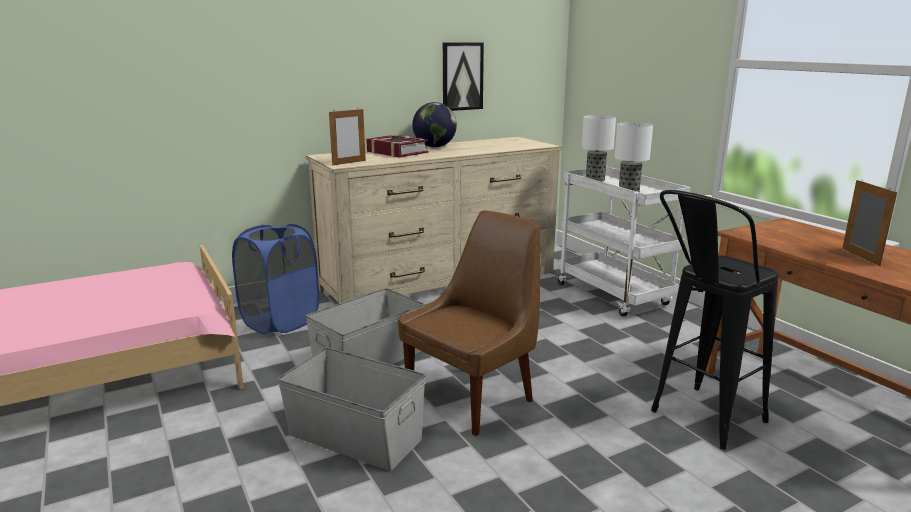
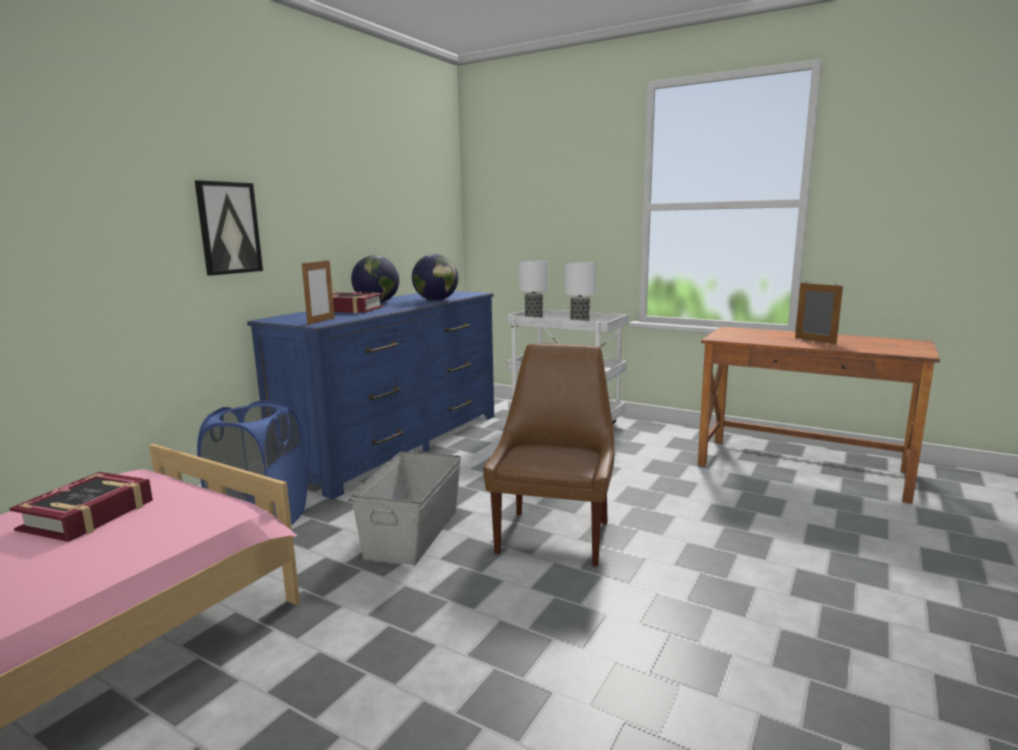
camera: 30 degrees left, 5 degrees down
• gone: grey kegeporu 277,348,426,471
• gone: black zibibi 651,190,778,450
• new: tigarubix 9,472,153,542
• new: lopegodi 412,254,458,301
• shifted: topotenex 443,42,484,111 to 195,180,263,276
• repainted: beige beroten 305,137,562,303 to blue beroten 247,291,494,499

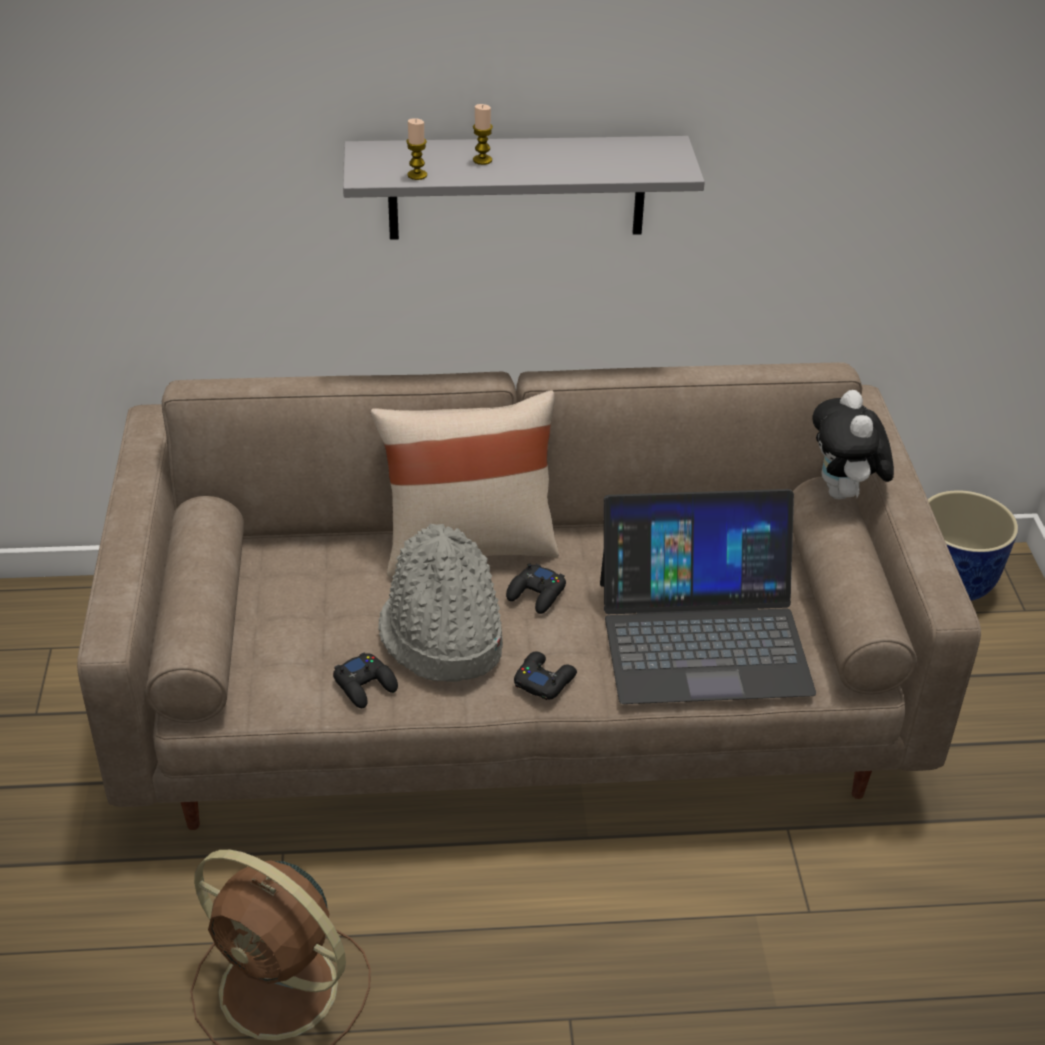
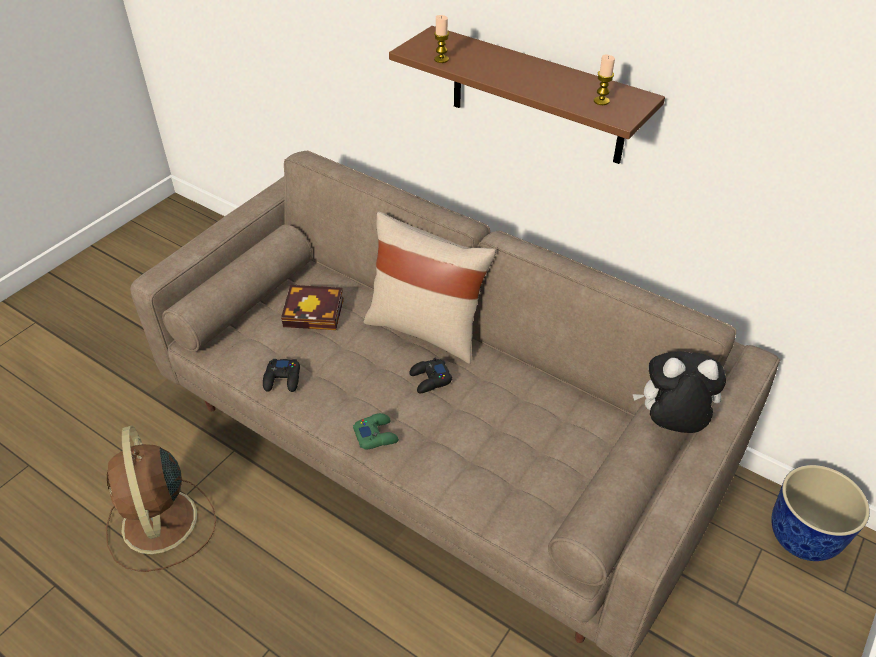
camera: 40 degrees right, 5 degrees up
• gone: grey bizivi 378,524,503,682
• gone: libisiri 600,489,816,704
• new: tigarubix 281,285,344,330
• shifted: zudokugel 473,104,493,165 to 594,54,615,105
• repainted: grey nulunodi 343,136,705,240 to brown nulunodi 389,26,665,164
• repainted: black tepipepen 514,652,577,700 to green tepipepen 353,413,399,450
• rotated: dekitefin 812,390,894,499 = 633,351,726,433 60 degrees clockwise

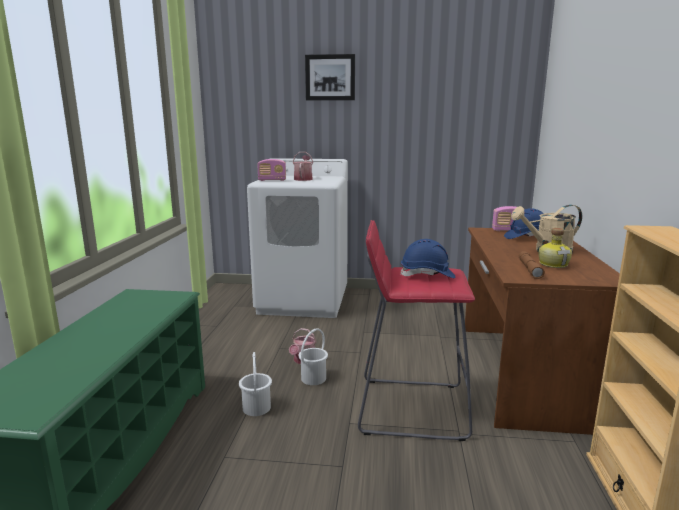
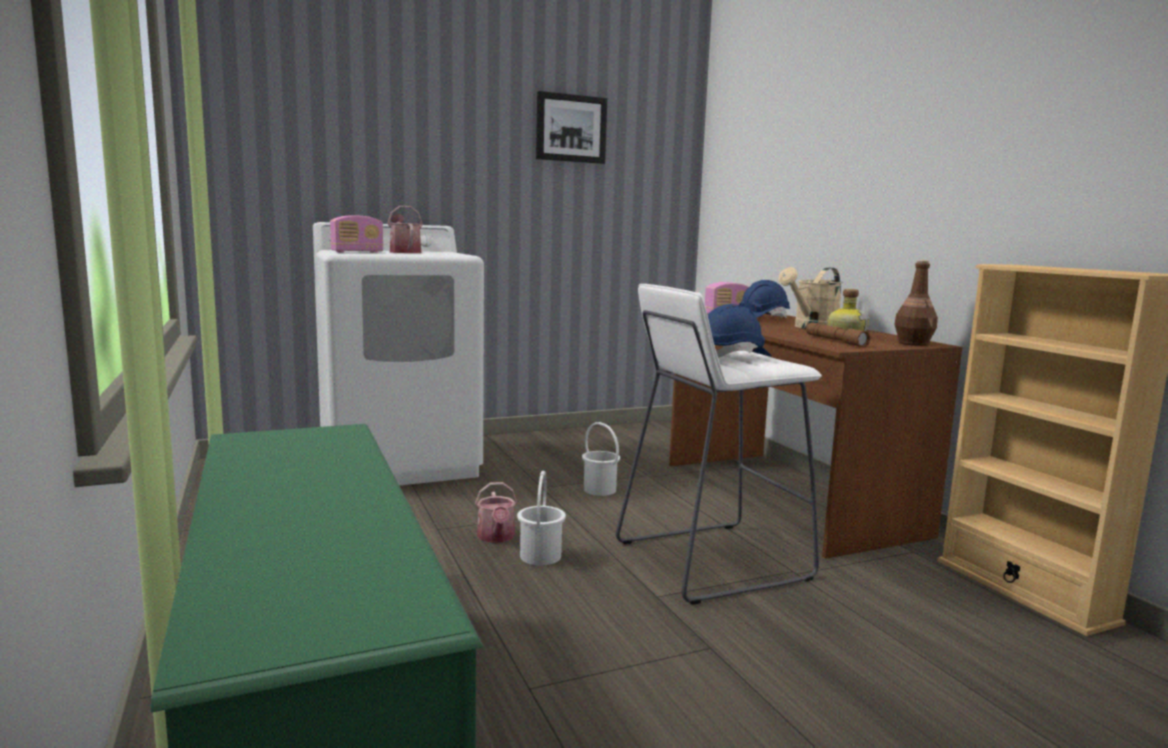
camera: 30 degrees left, 5 degrees down
• new: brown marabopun 894,260,938,346
• shifted: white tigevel 239,352,272,416 to 582,422,620,496
• shifted: topotenex 305,54,355,100 to 536,91,607,164
• repainted: red zibibi 358,220,475,441 to white zibibi 616,284,822,605

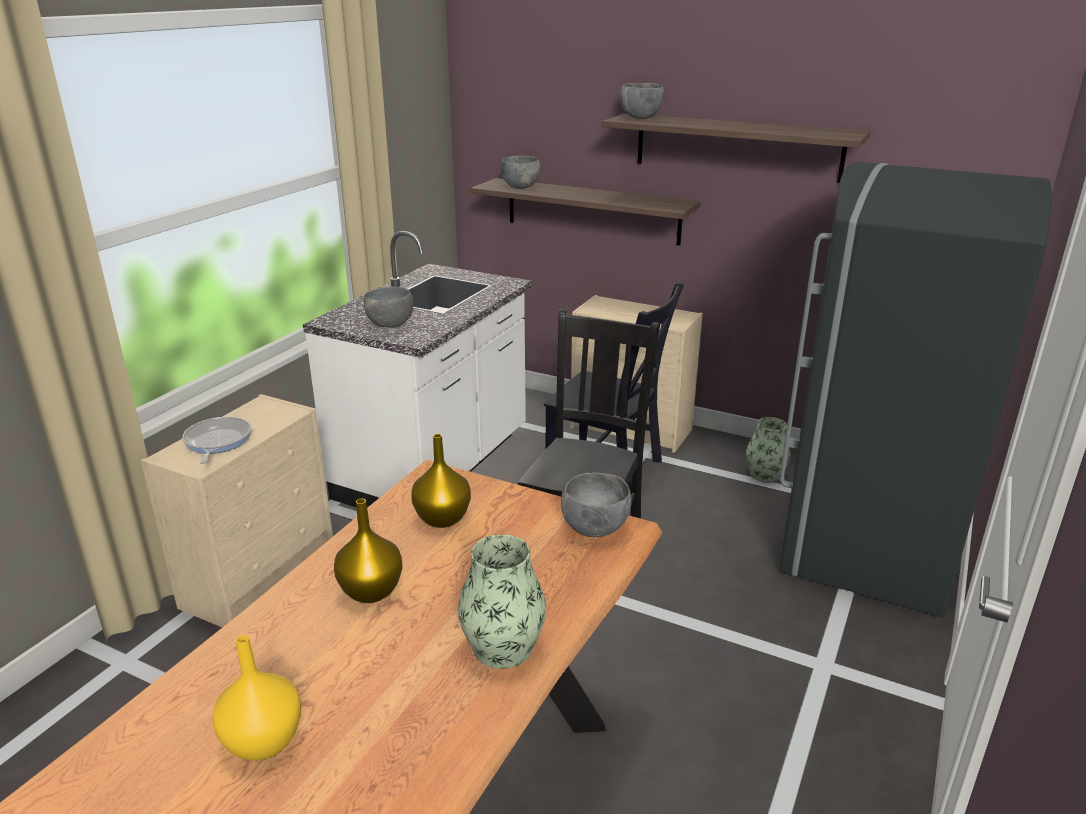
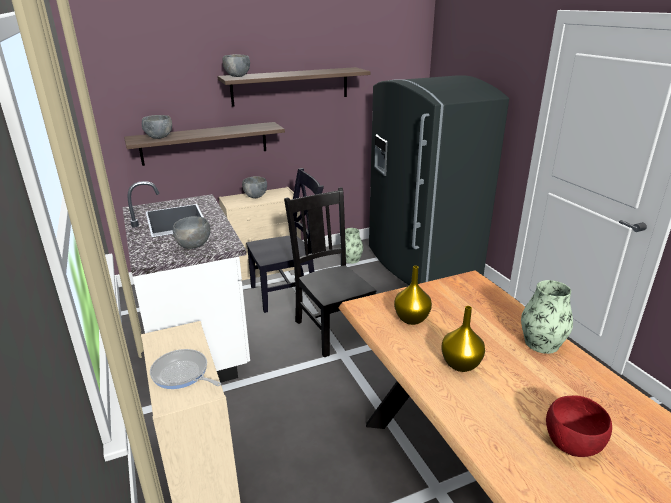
camera: 50 degrees left, 0 degrees up
• shifted: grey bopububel 561,473,632,537 to 242,176,267,198
• swapped: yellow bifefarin 213,635,301,761 to red bopububel 546,395,612,457

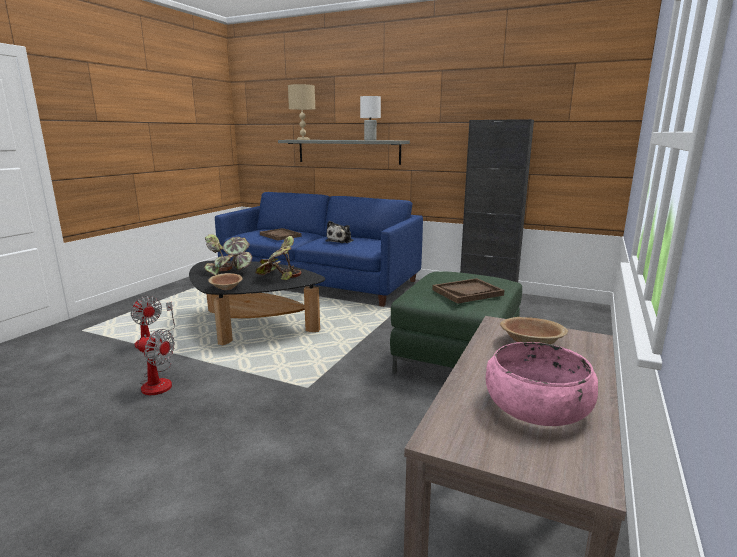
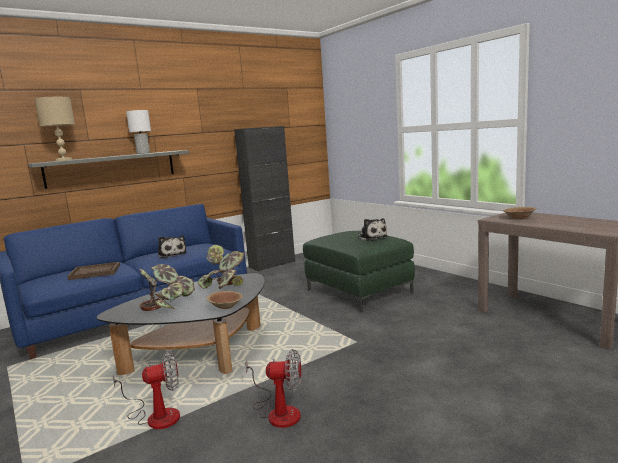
camera: 60 degrees left, 5 degrees down
• gone: pink bopububel 486,342,598,426
• swapped: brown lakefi 432,278,505,304 to dekitefin 358,218,388,241
• rotated: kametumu 137,329,175,395 = 245,349,301,428 45 degrees clockwise

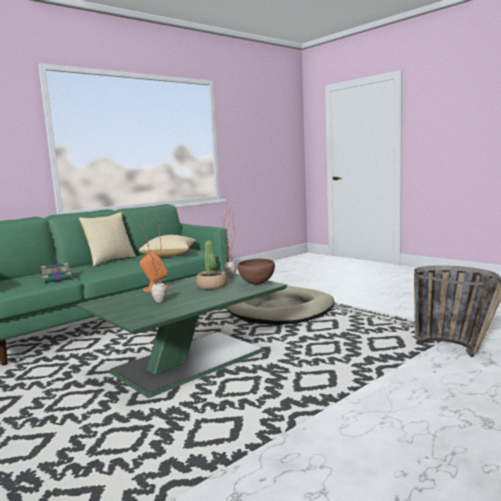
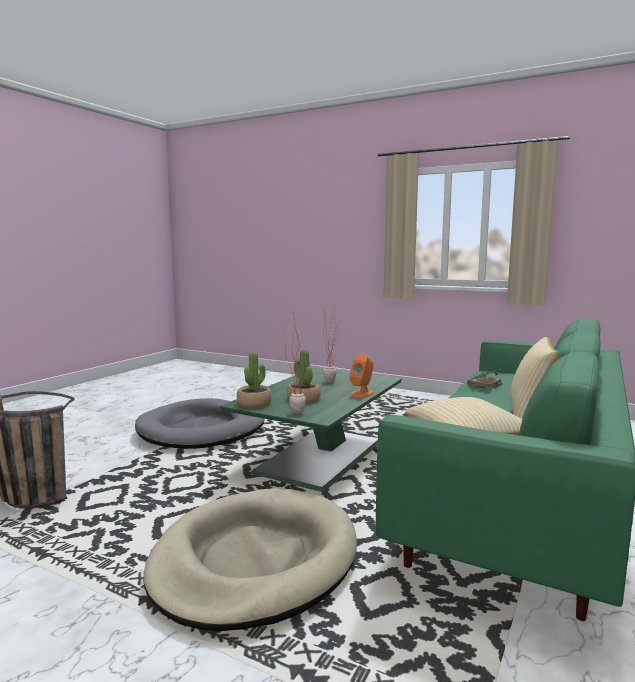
camera: 160 degrees right, 0 degrees up
• new: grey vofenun 135,398,265,449
• swapped: brown bopububel 238,259,275,285 to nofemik 237,352,272,408

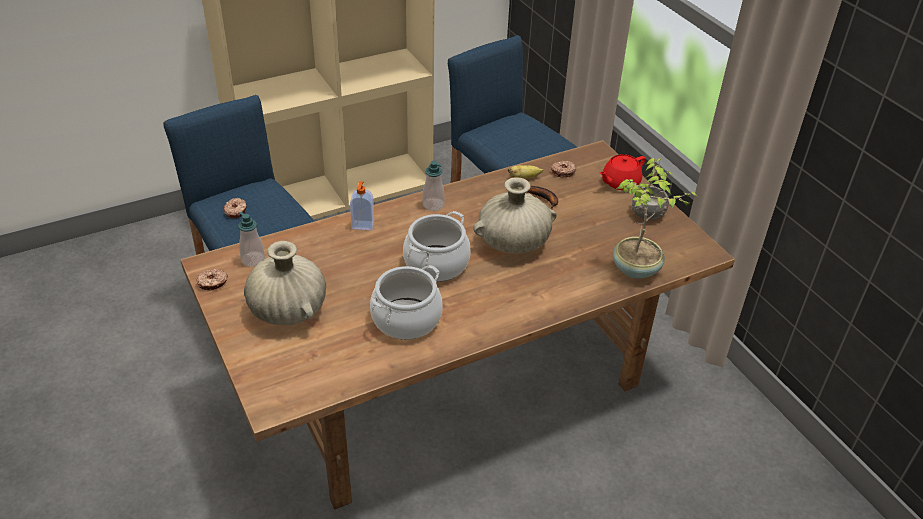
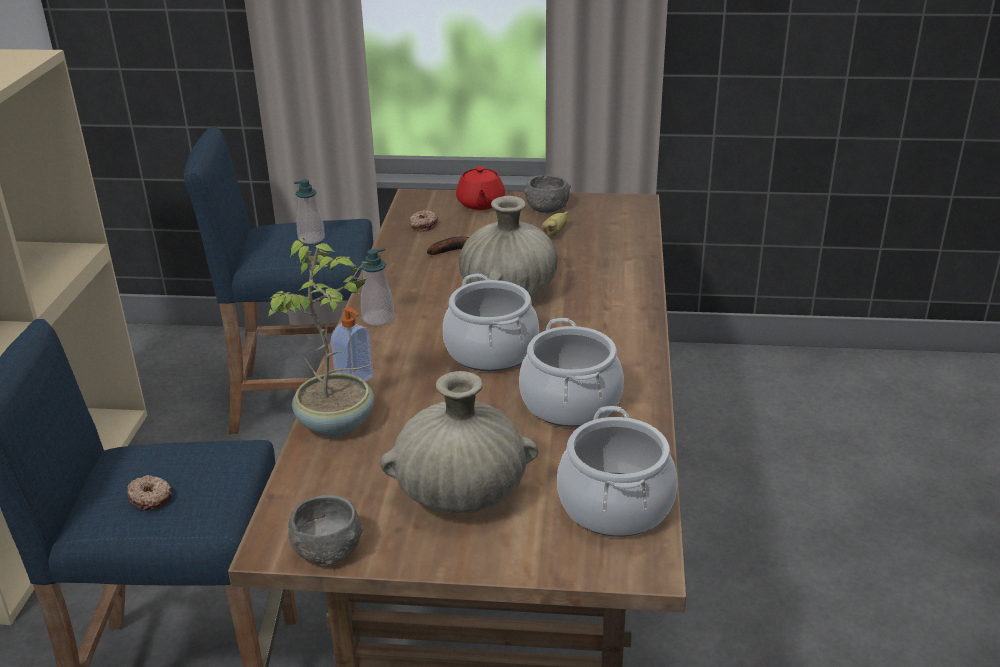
camera: 55 degrees left, 10 degrees down
• new: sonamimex 557,406,678,537
• shifted: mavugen 238,212,265,267 to 293,179,325,244
• shifted: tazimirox 508,165,543,178 to 542,211,568,237
• shifted: nofemik 613,158,698,279 to 265,238,375,437
• swapped: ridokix 197,269,228,291 to grey bopububel 288,495,363,565

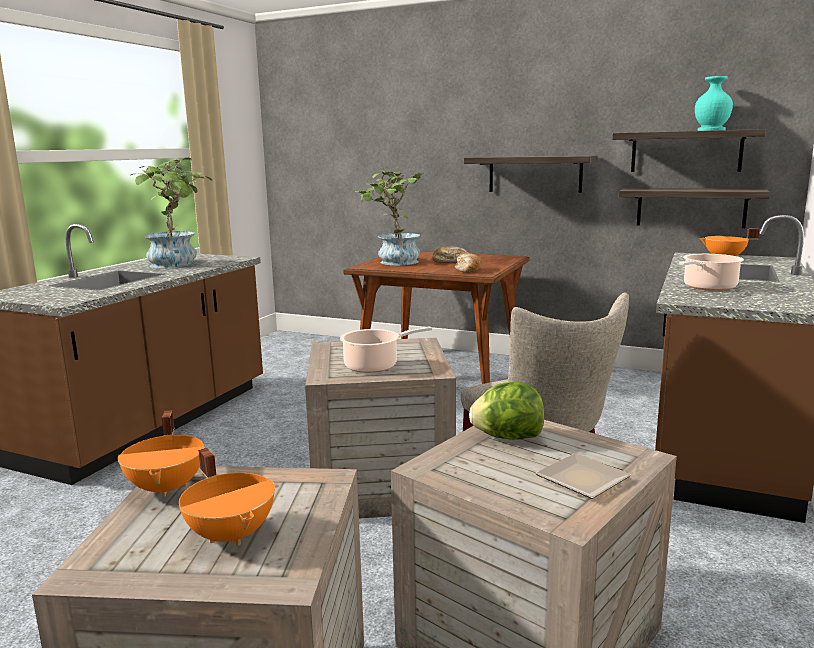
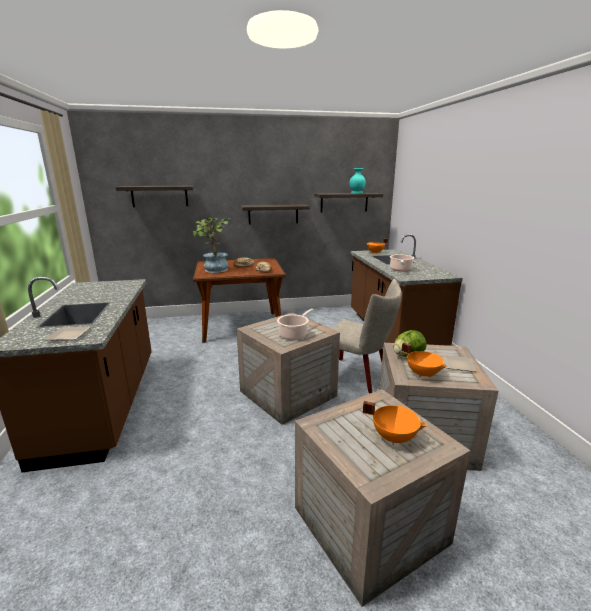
camera: 35 degrees left, 5 degrees up
• gone: nofemik 131,158,212,268
• new: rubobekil 45,327,91,340
• shifted: orange sonamimex 118,410,205,498 to 401,343,447,378
• shifted: nulunodi 619,188,770,228 to 116,186,194,207

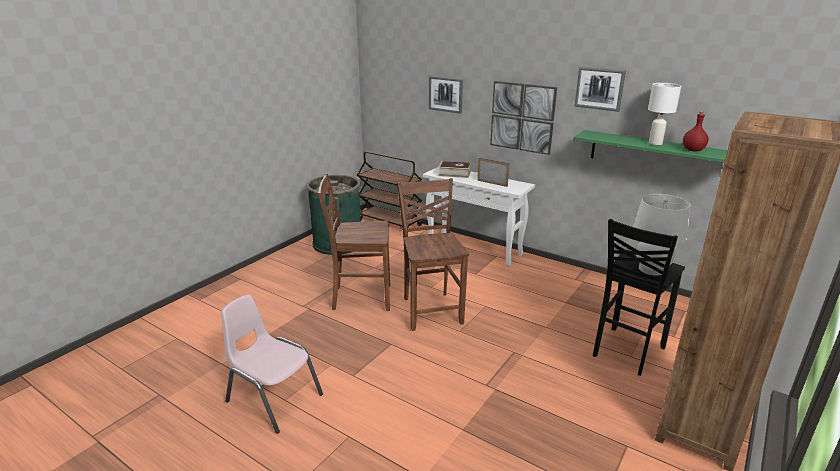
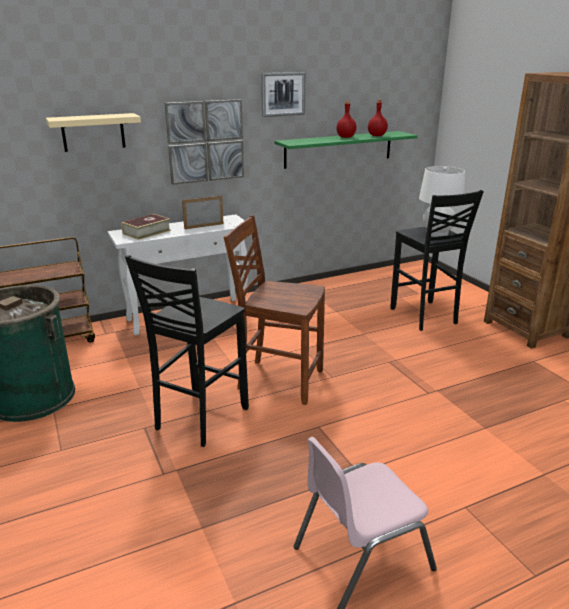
camera: 60 degrees left, 0 degrees up
• swapped: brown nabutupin 318,173,390,311 to black zibibi 125,255,249,447
• swapped: topotenex 429,76,463,114 to beige nulunodi 46,113,141,152
• swapped: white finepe 648,83,681,145 to red marabopun 336,100,357,138

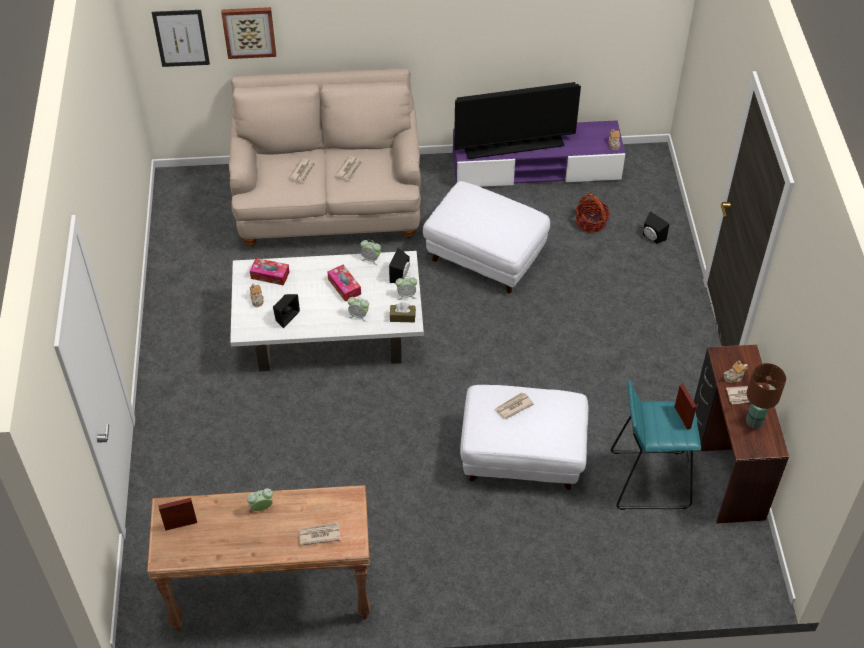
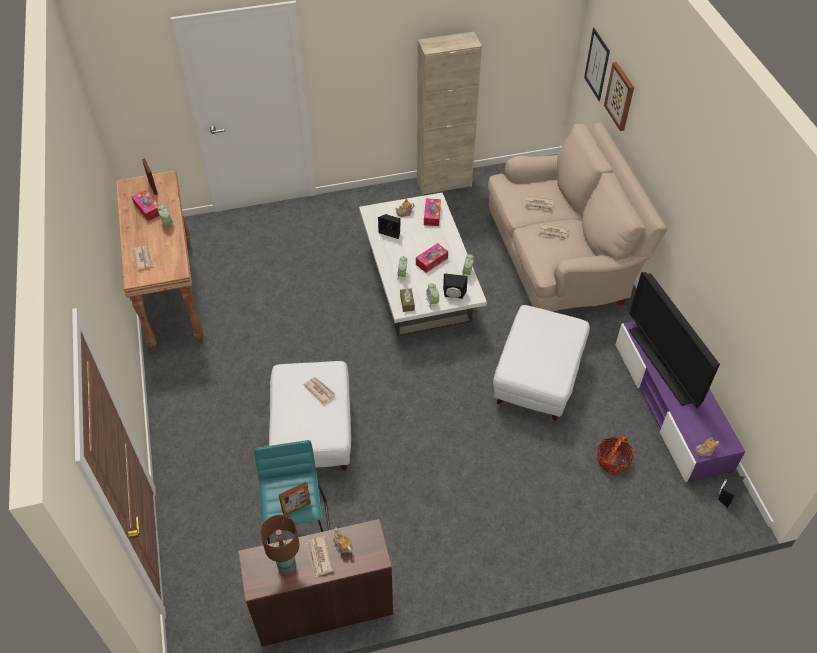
camera: 80 degrees right, 0 degrees up
• new: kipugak 132,190,159,221
• new: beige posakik 417,32,482,195
• shifted: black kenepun 643,212,669,244 to 718,476,744,508

